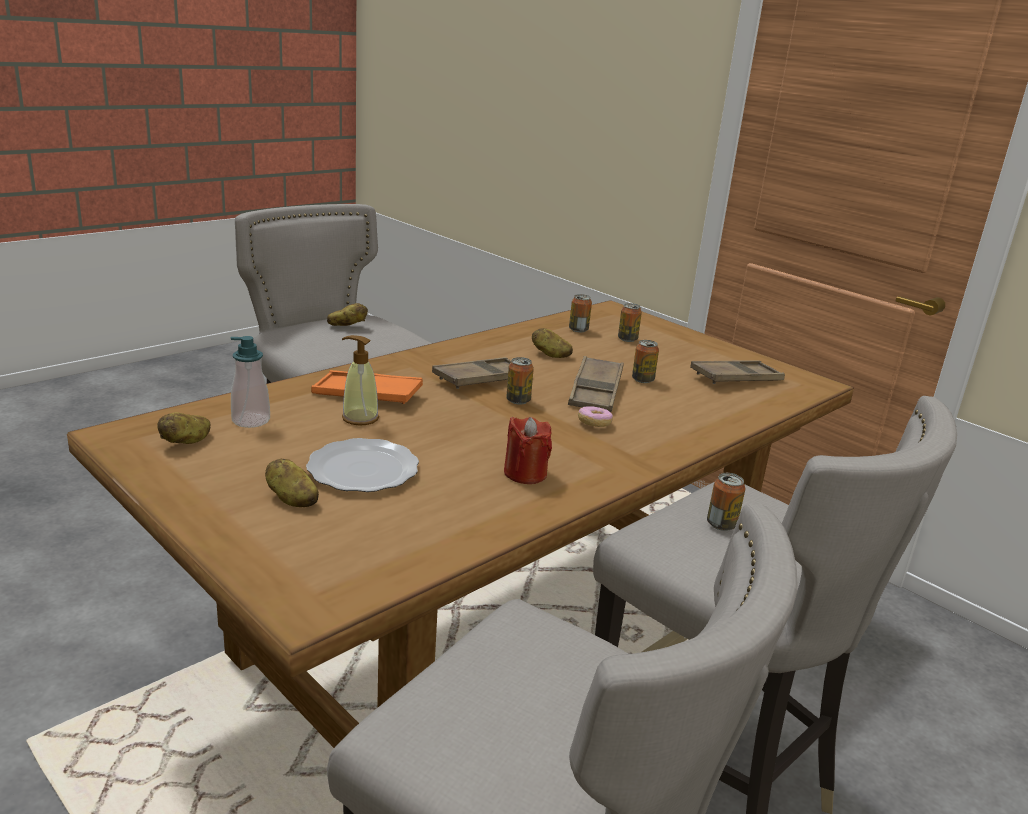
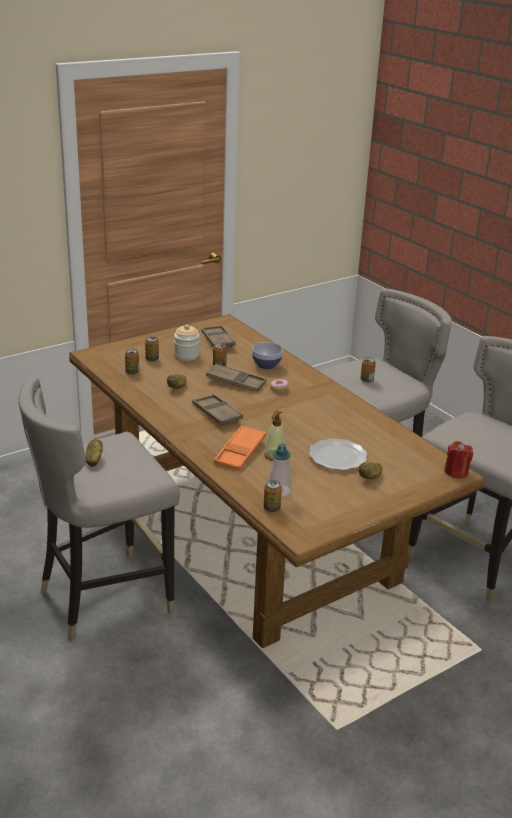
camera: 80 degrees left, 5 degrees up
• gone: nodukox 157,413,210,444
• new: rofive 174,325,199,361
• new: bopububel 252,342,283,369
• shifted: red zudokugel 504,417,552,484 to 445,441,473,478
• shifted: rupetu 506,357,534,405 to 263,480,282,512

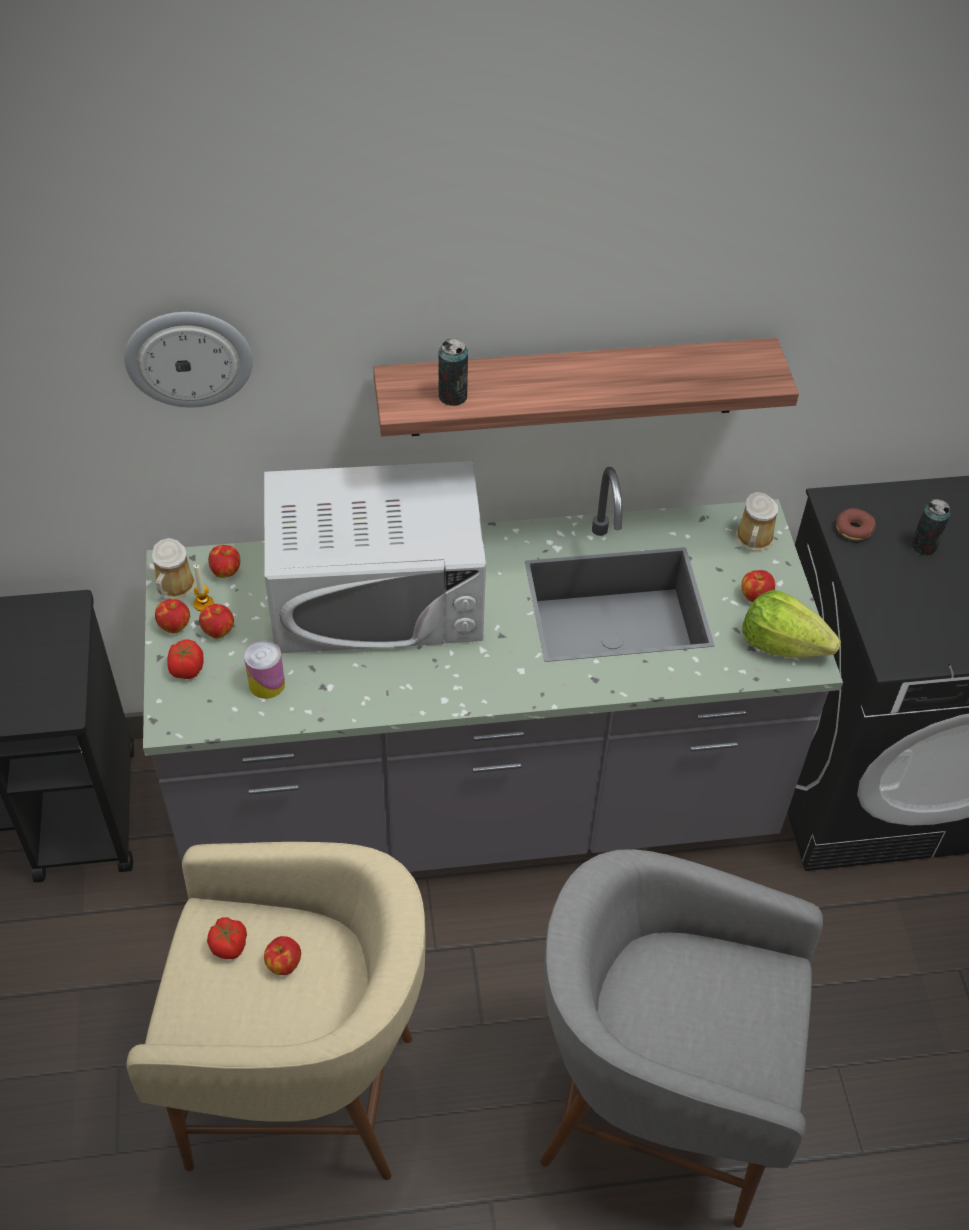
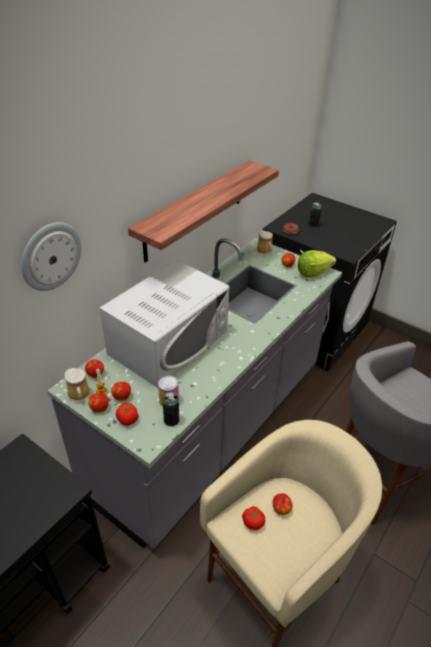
camera: 45 degrees left, 10 degrees down
• shifted: rupetu 438,338,468,406 to 163,392,179,426

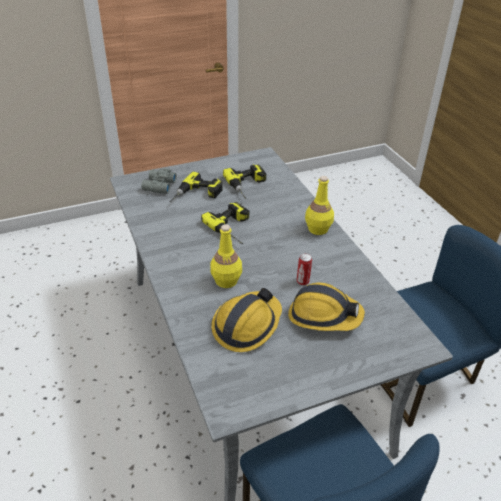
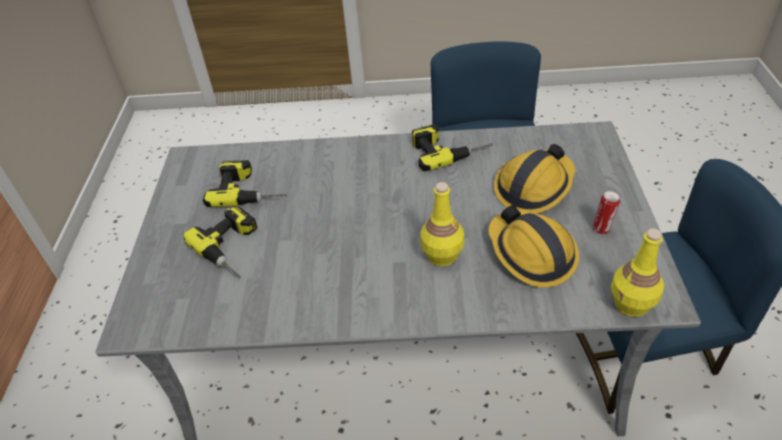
camera: 65 degrees left, 5 degrees up
• gone: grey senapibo 141,168,177,194
• shifted: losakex 201,202,249,245 to 412,124,493,172
• shifted: rupetu 297,253,312,285 to 592,191,620,234
• shifted: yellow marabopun 305,176,334,235 to 611,229,664,317

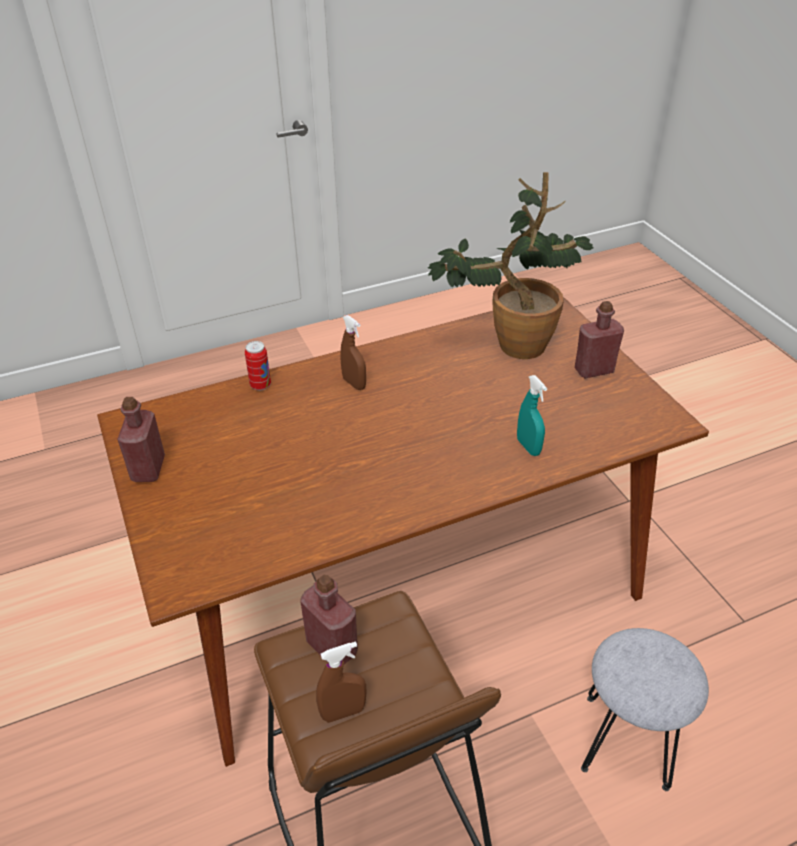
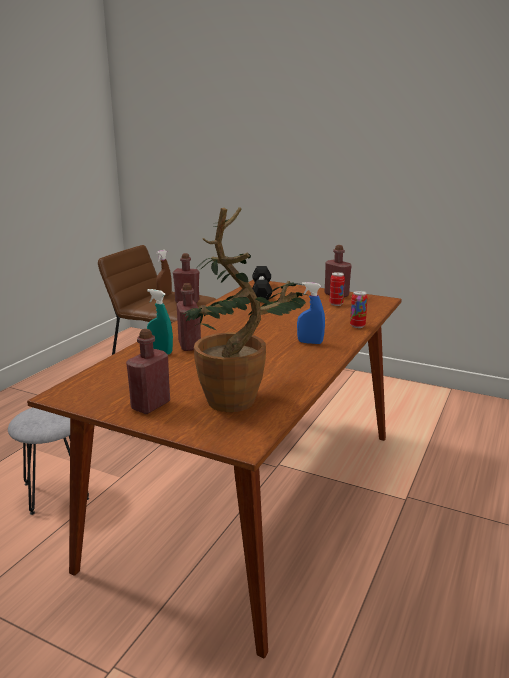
camera: 140 degrees right, 20 degrees down
• new: red marabopun 177,283,201,351
• new: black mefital 252,266,272,300
• new: rupetu 329,272,345,306
• repainted: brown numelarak 340,315,366,390 to blue numelarak 297,282,325,344

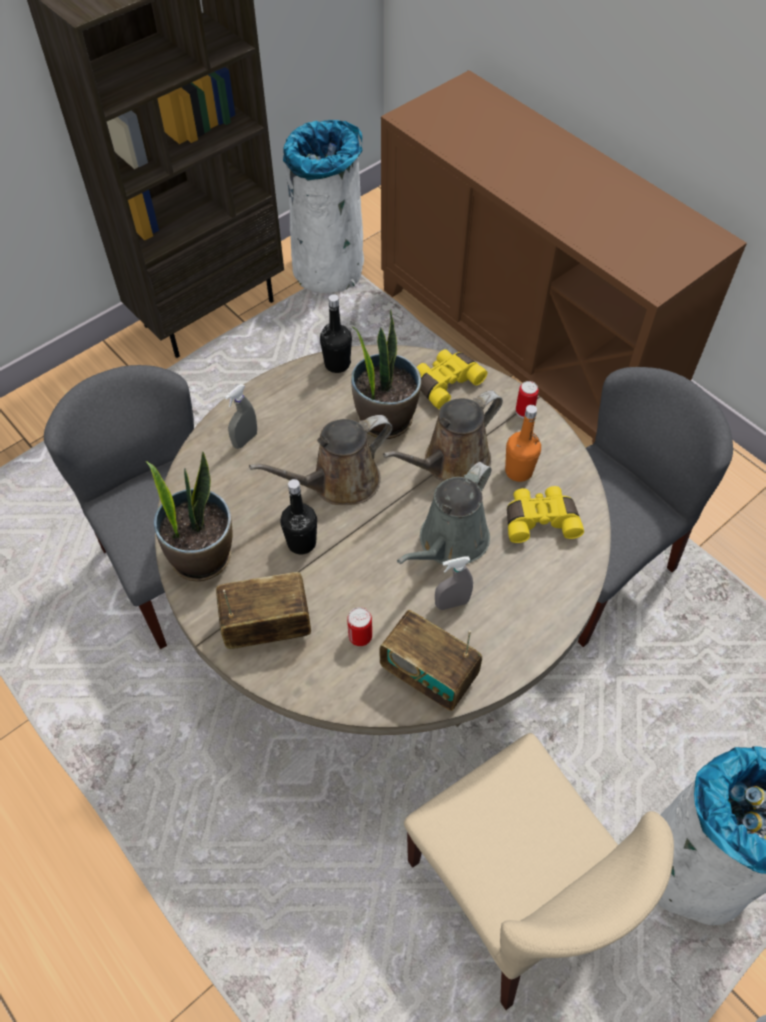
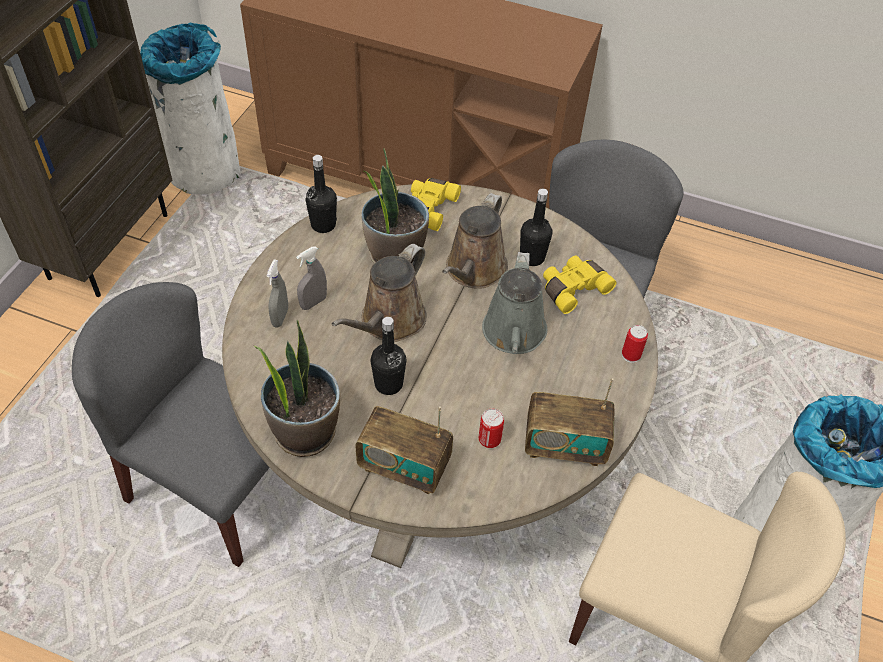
camera: 30 degrees left, 5 degrees down
• shifted: grey numelarak 435,556,473,610 to 296,246,327,310
• shifted: rupetu 516,381,539,418 to 622,325,648,363
• repainted: orange marabopun 505,405,541,482 to black marabopun 520,188,552,266
• rotated: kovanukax 216,572,311,649 = 355,406,453,494 120 degrees counterclockwise

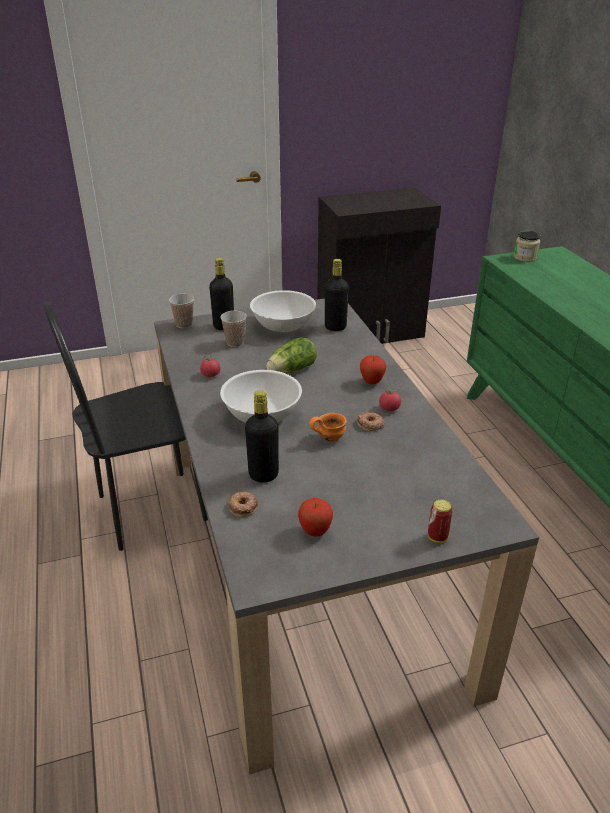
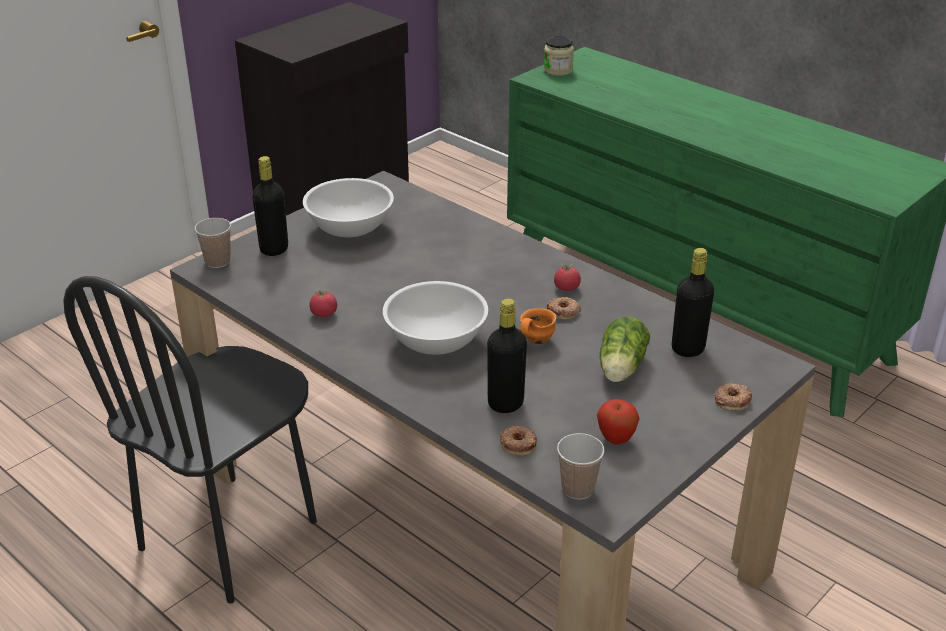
camera: 30 degrees left, 0 degrees up
• gone: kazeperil 360,355,386,384
• shifted: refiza 220,311,247,347 to 557,433,605,500
• shifted: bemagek 266,338,317,374 to 600,317,650,382
• shifted: black marabopun 325,259,349,331 to 672,248,714,357
• swapped: rupetu 428,499,453,543 to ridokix 715,383,752,411

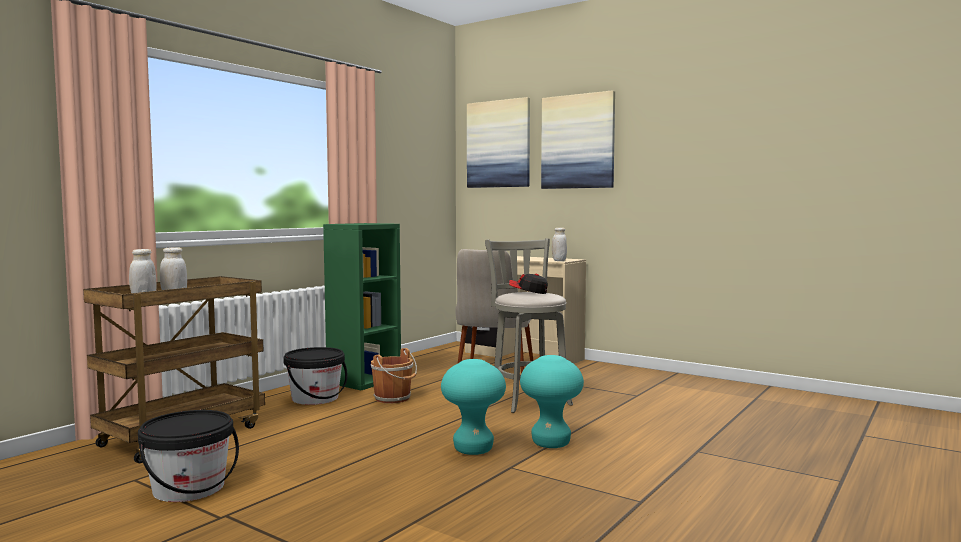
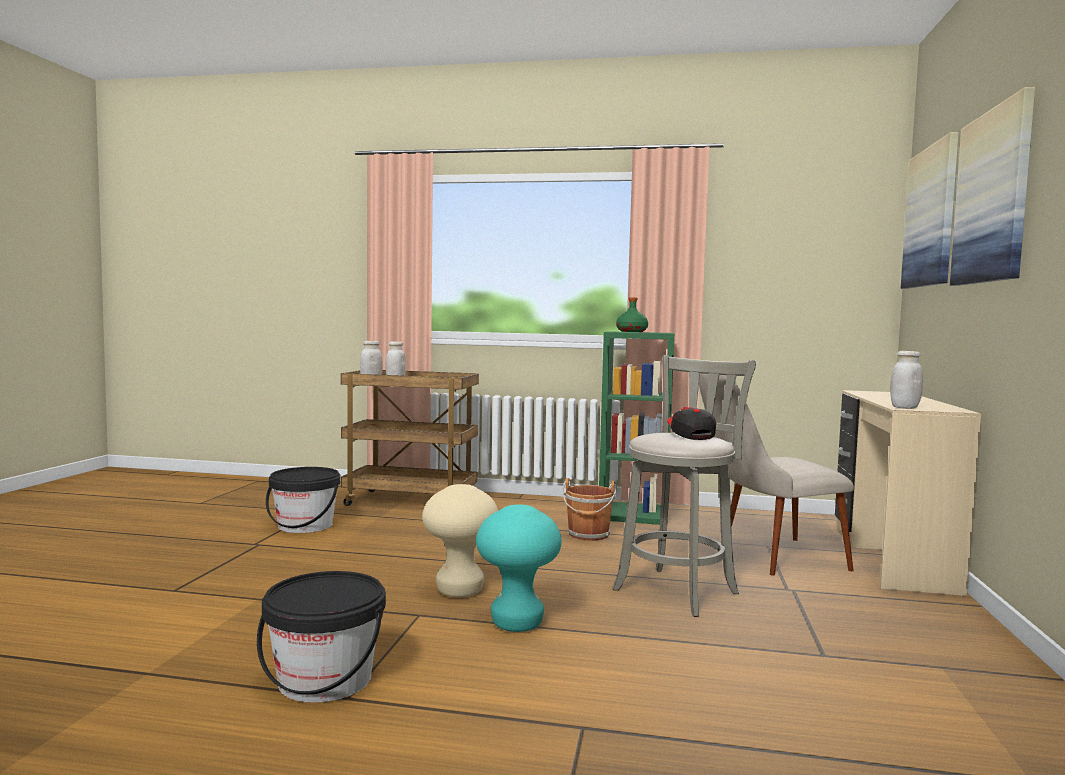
camera: 65 degrees right, 0 degrees up
• new: green marabopun 616,297,648,332
• shifted: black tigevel 283,347,347,405 to 257,571,386,703
• repainted: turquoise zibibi 441,359,506,455 to beige zibibi 422,484,498,597

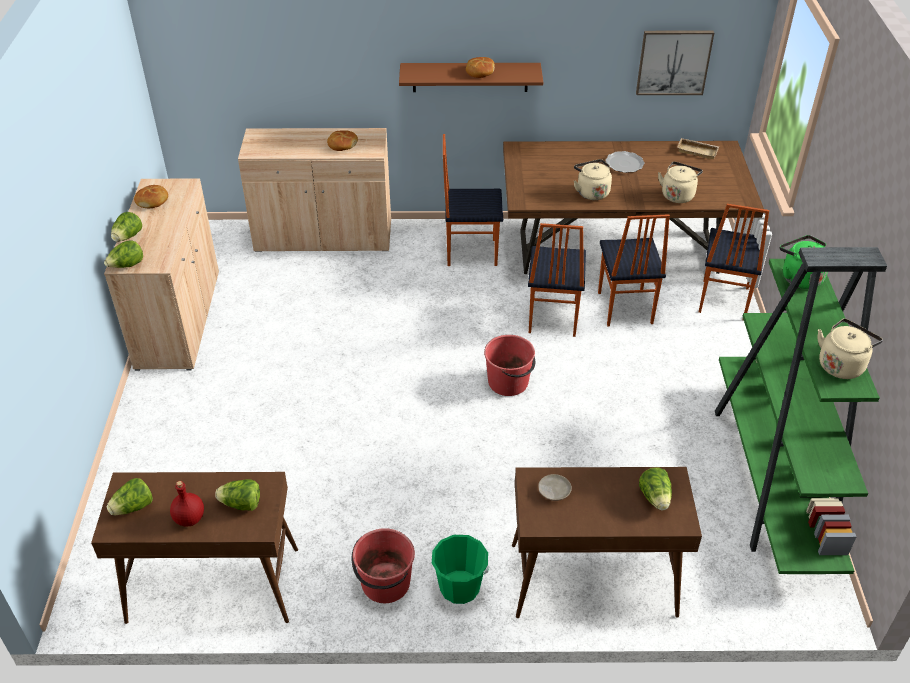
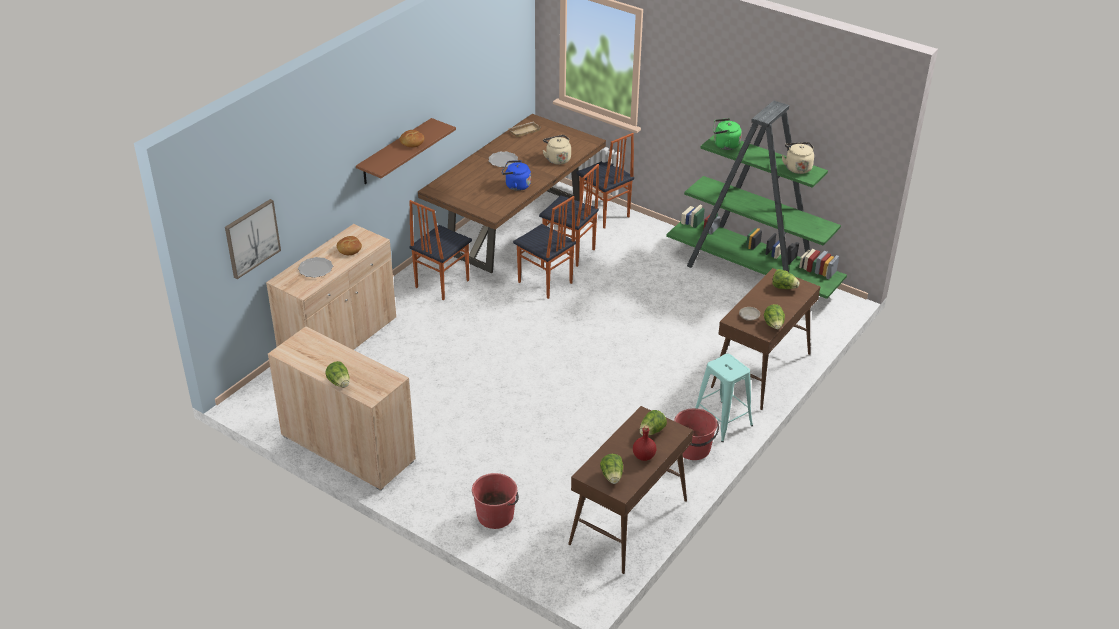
camera: 55 degrees left, 5 degrees down
• gone: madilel 134,185,168,208
• new: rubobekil 298,257,333,278
• shifted: bemagek 104,240,143,268 to 764,304,785,329
• shifted: red tigevel 484,335,535,396 to 472,473,519,529
• shifted: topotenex 636,30,714,95 to 225,199,281,279
• swapped: green tigevel 432,535,489,604 to turquoise zibibi 695,354,753,442
• repainted: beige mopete 574,159,612,200 to blue mopete 501,160,531,191

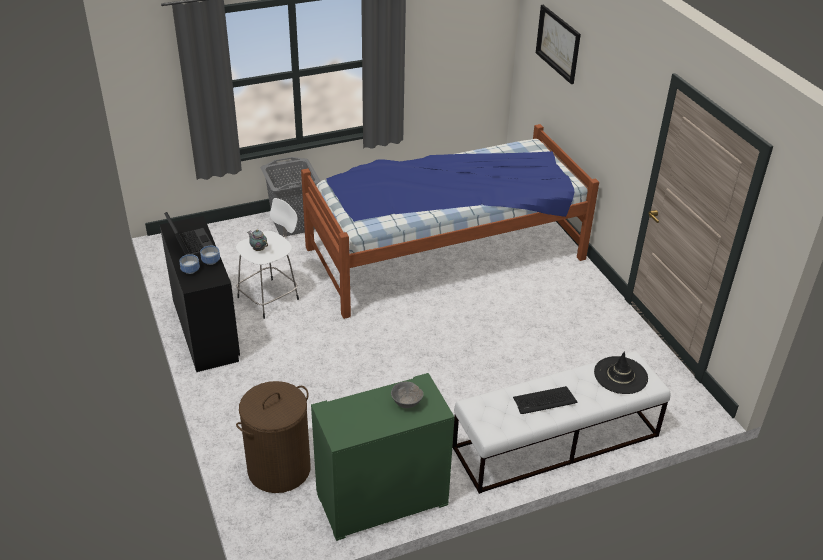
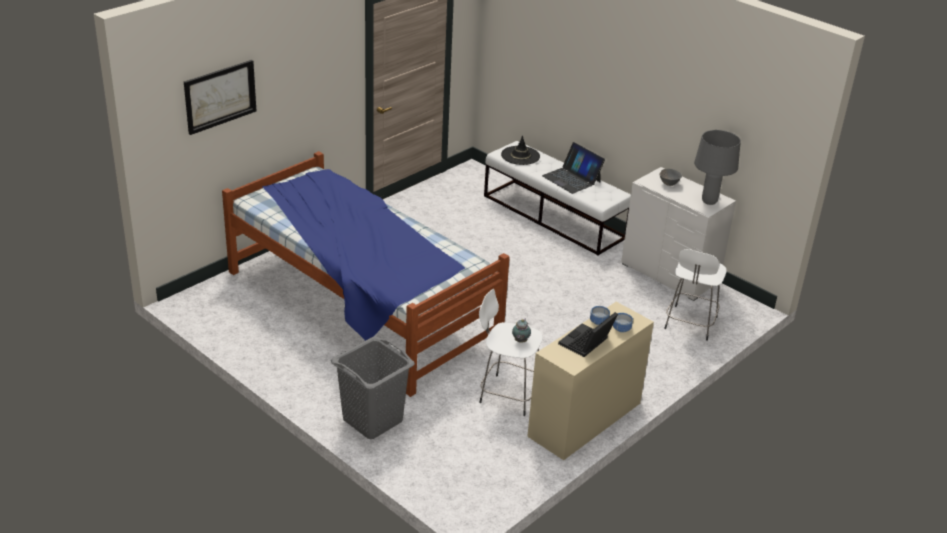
camera: 115 degrees left, 5 degrees down
• new: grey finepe 694,130,741,205
• swapped: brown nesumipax 236,381,311,493 to white zibibi 664,249,727,341
• swapped: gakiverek 513,386,578,414 to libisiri 542,142,605,194
• repainted: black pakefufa 160,216,240,372 to beige pakefufa 527,302,654,460
• repainted: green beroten 311,373,455,541 to white beroten 621,167,736,301

